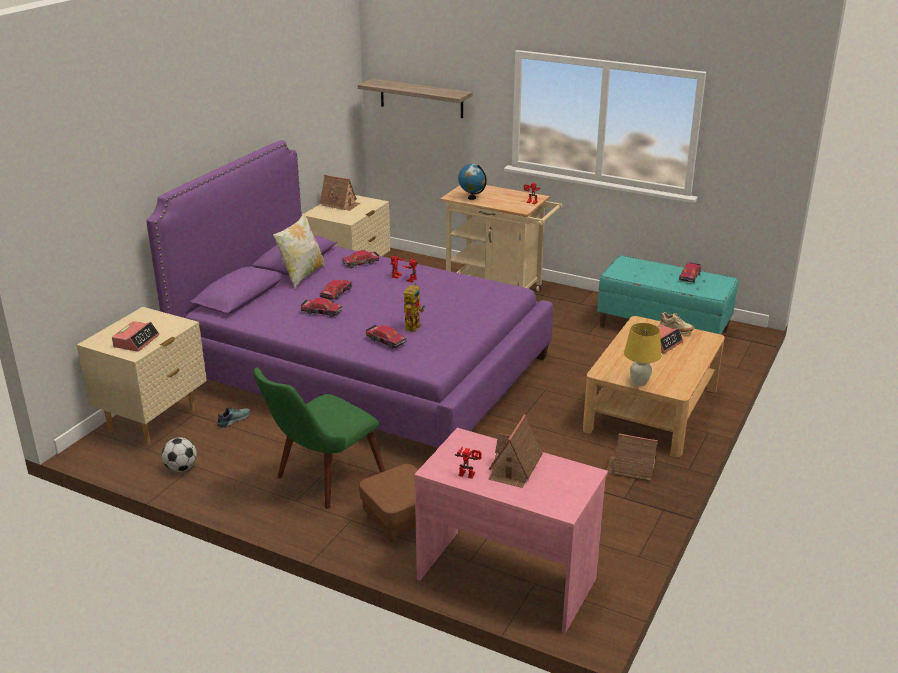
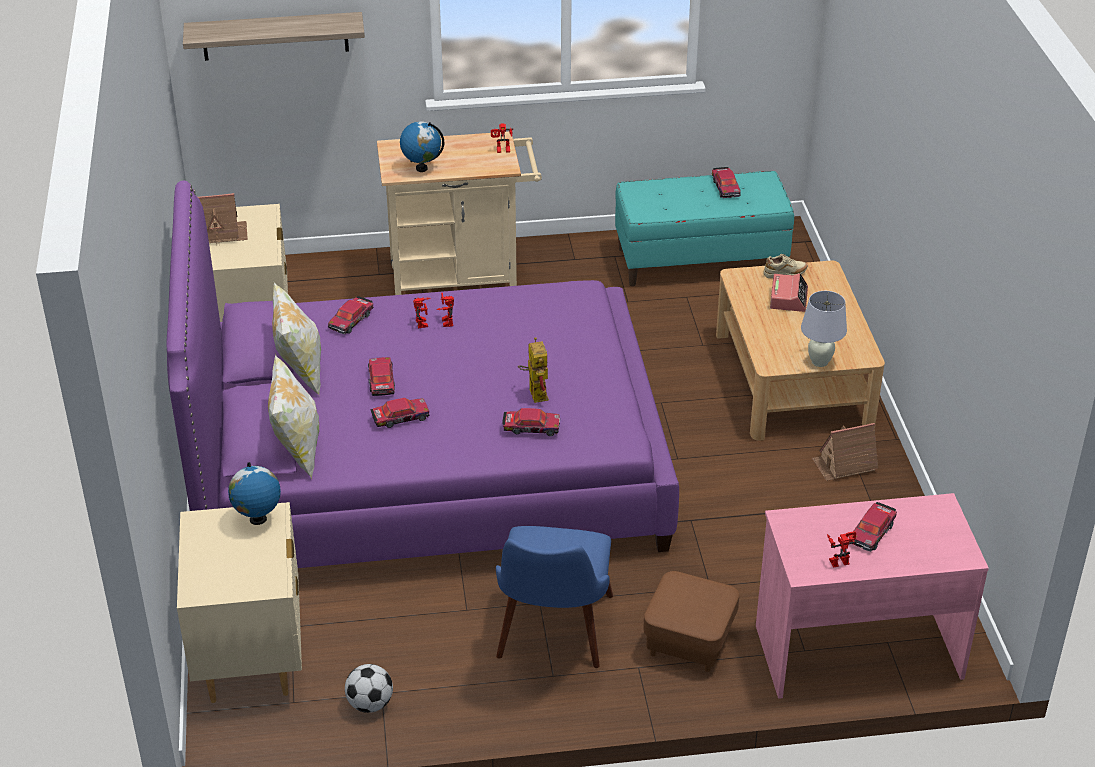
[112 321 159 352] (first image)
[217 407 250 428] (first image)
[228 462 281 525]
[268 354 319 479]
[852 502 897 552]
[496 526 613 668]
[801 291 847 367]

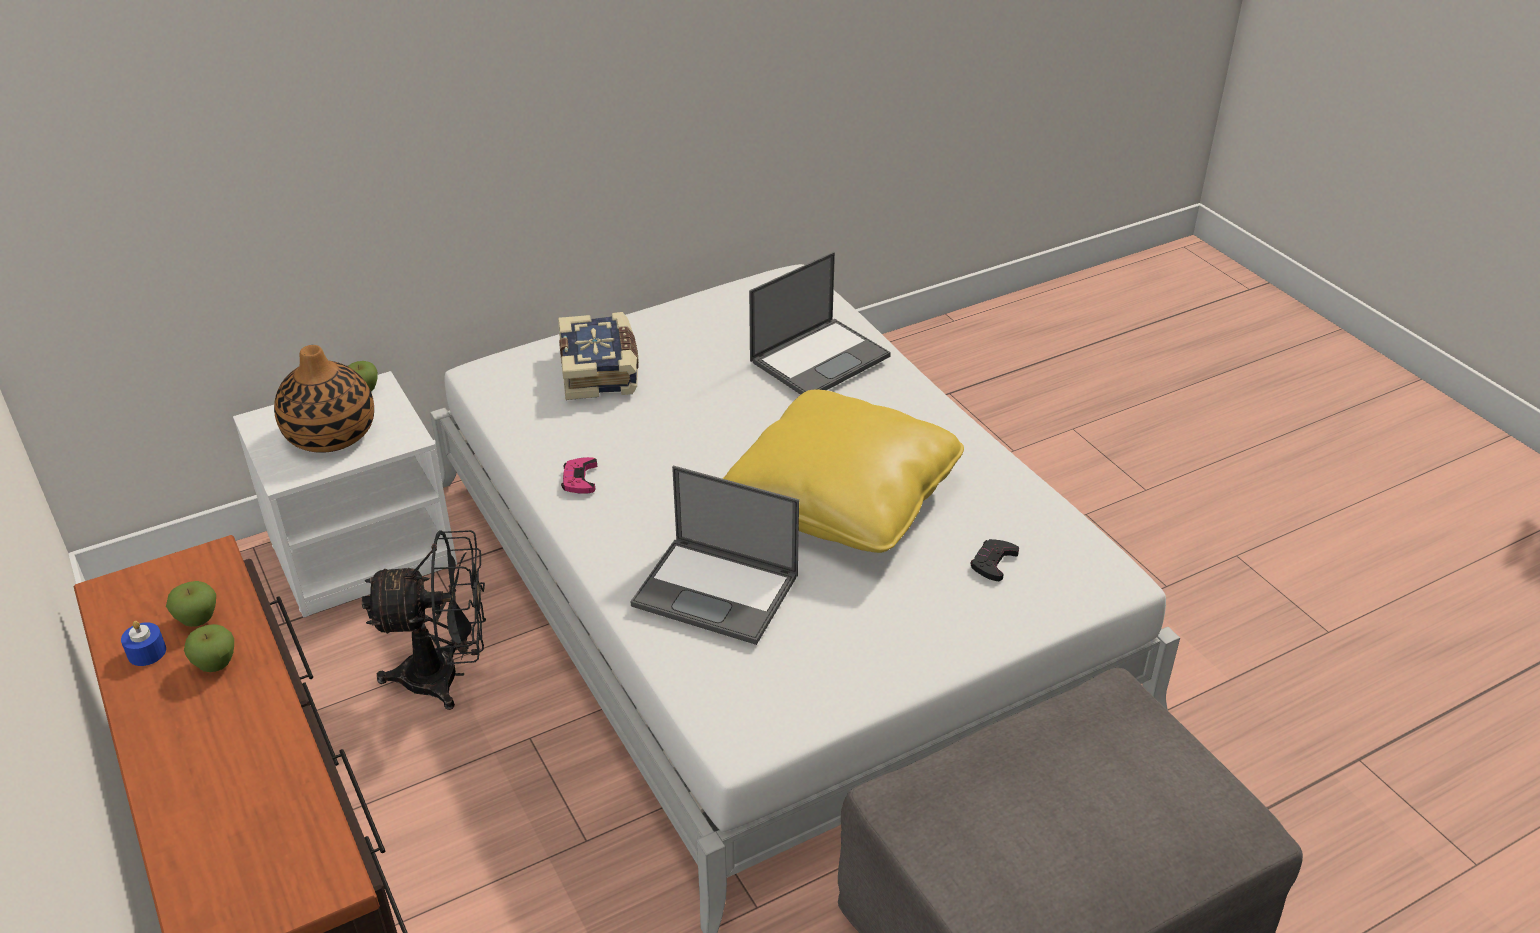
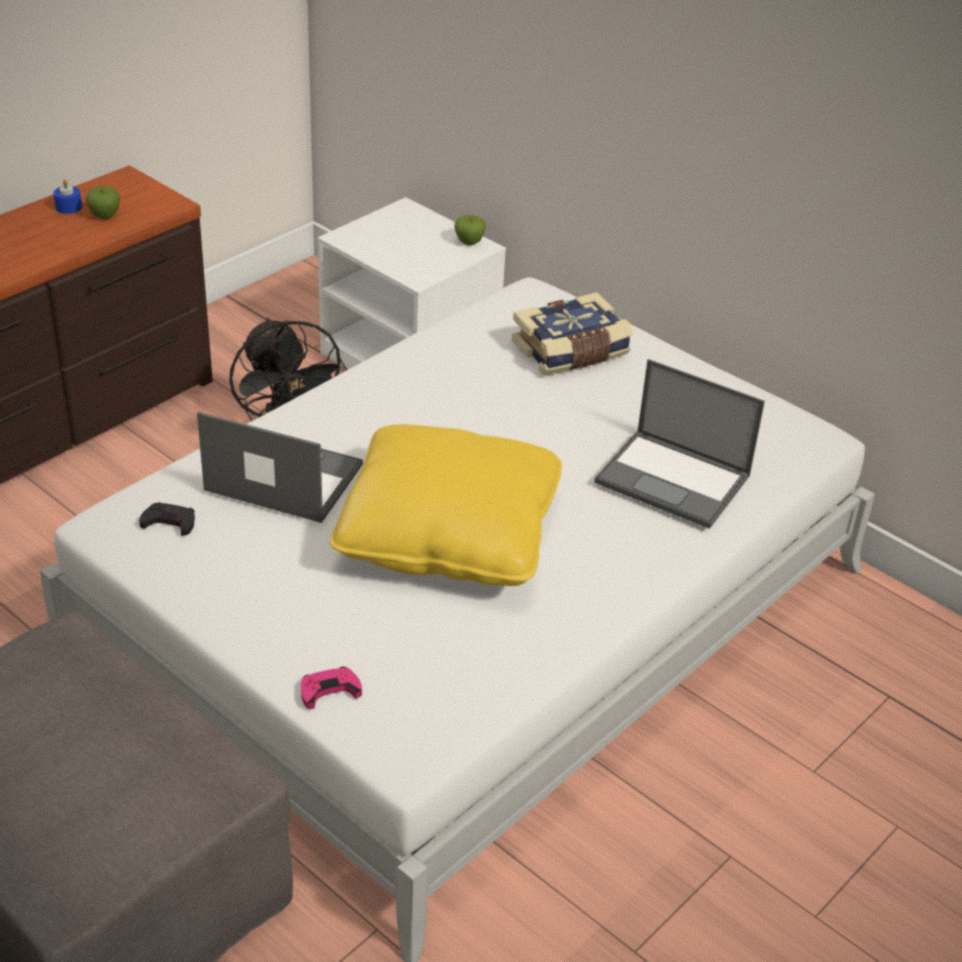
[184 624 234 672] (first image)
[274 345 374 453] (first image)
[301 667 362 709]
[139 502 195 536]
[197 412 363 523]

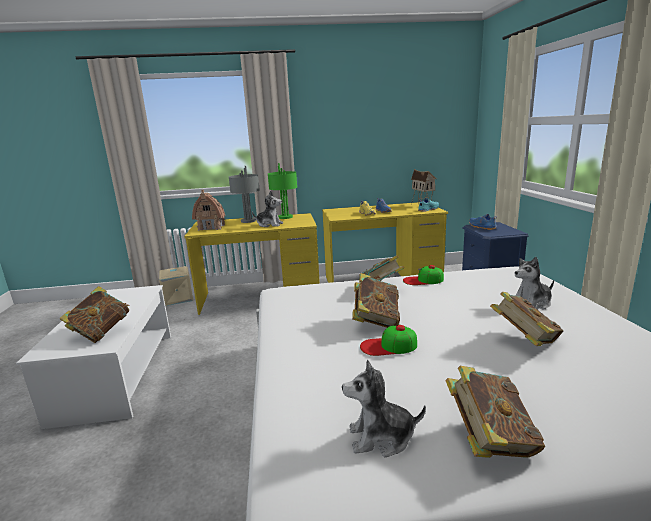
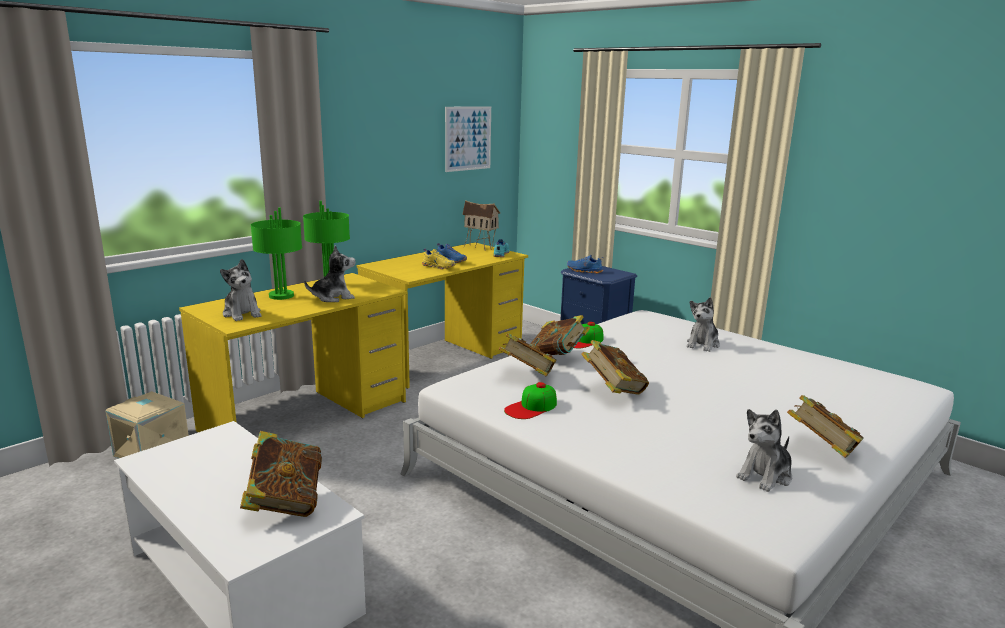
[445 106 491 172]
[504 382 557 419]
[499 333 556 376]
[220 259 262 321]
[251 208 302 300]

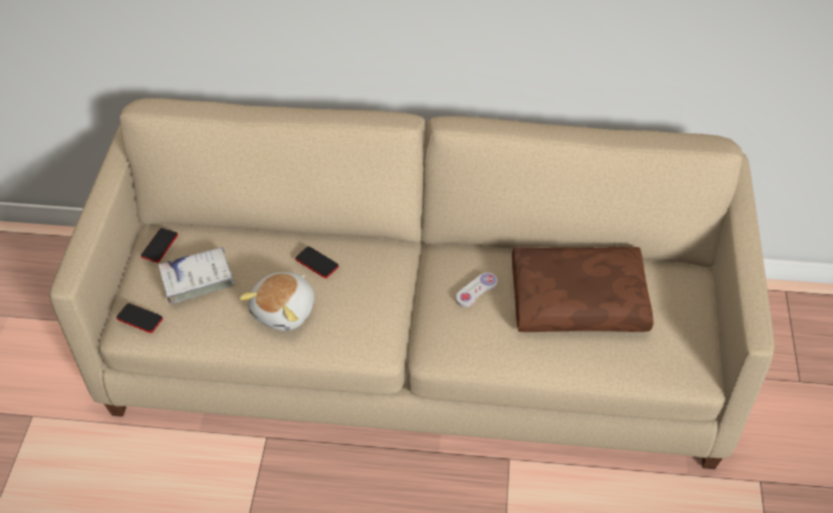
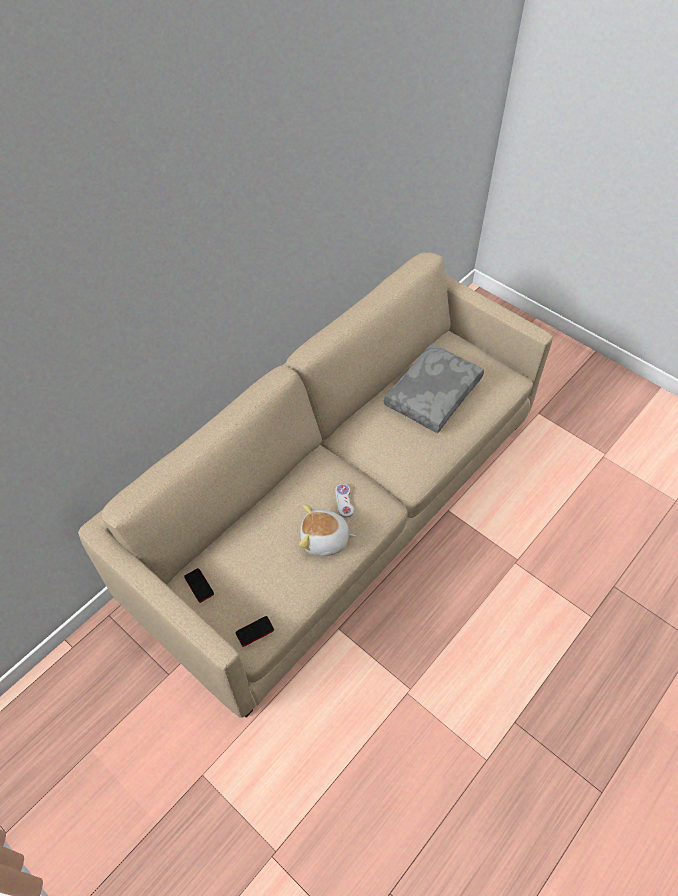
[158 247 235 304] (first image)
[295 246 339 278] (first image)
[335 484 354 518]
[384 343 484 433]
[299 505 356 556]

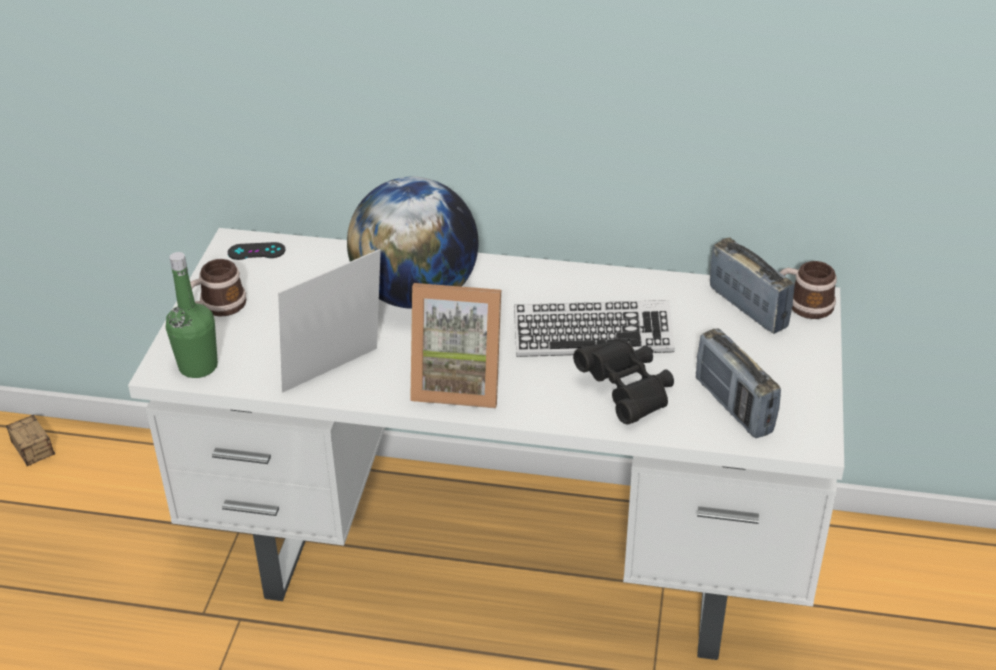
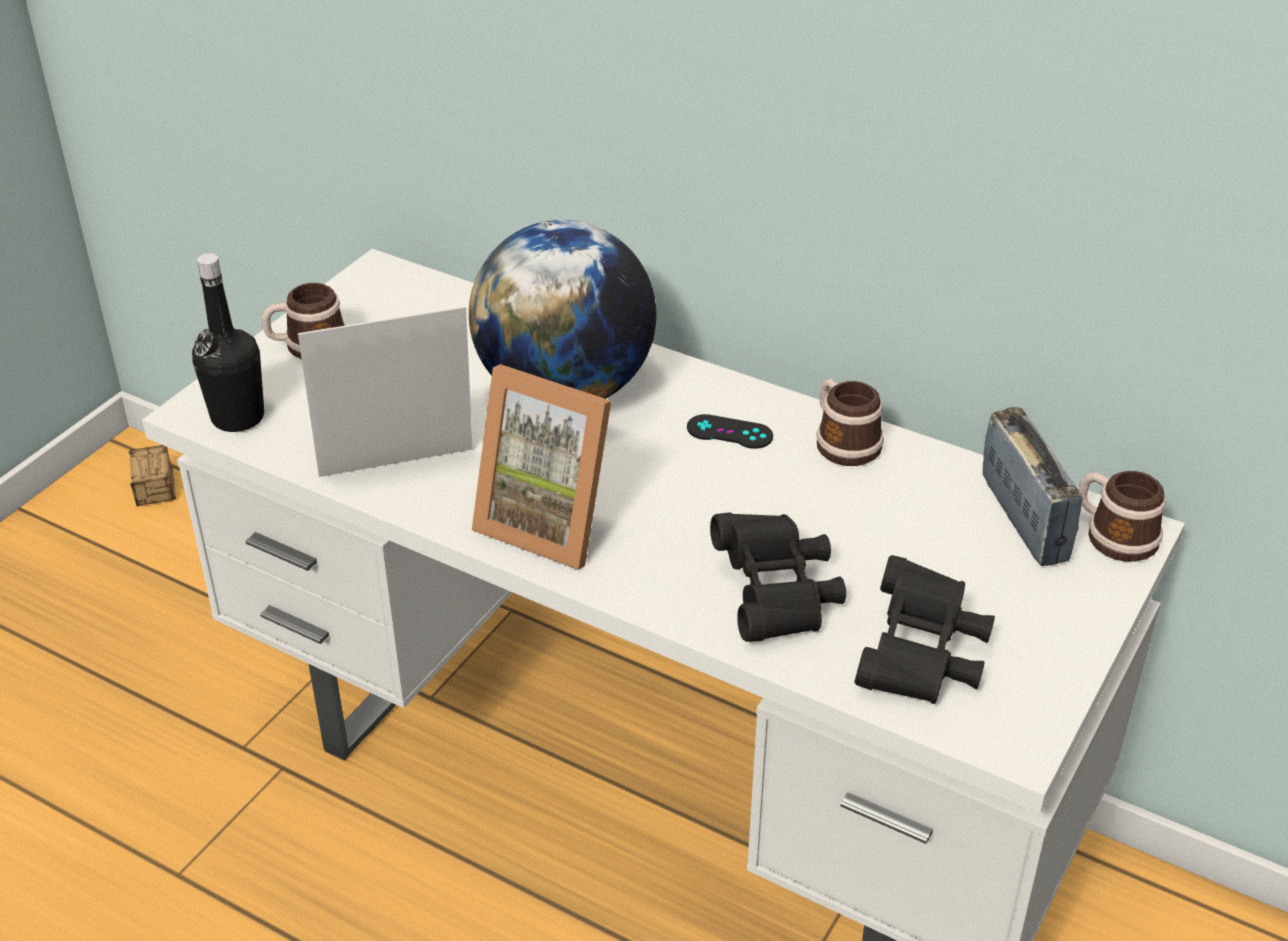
[514 300 675 357] (first image)
[816 379 884 466]
[687 414 773 449]
[855 555 995 704]
[192 253 264 432]

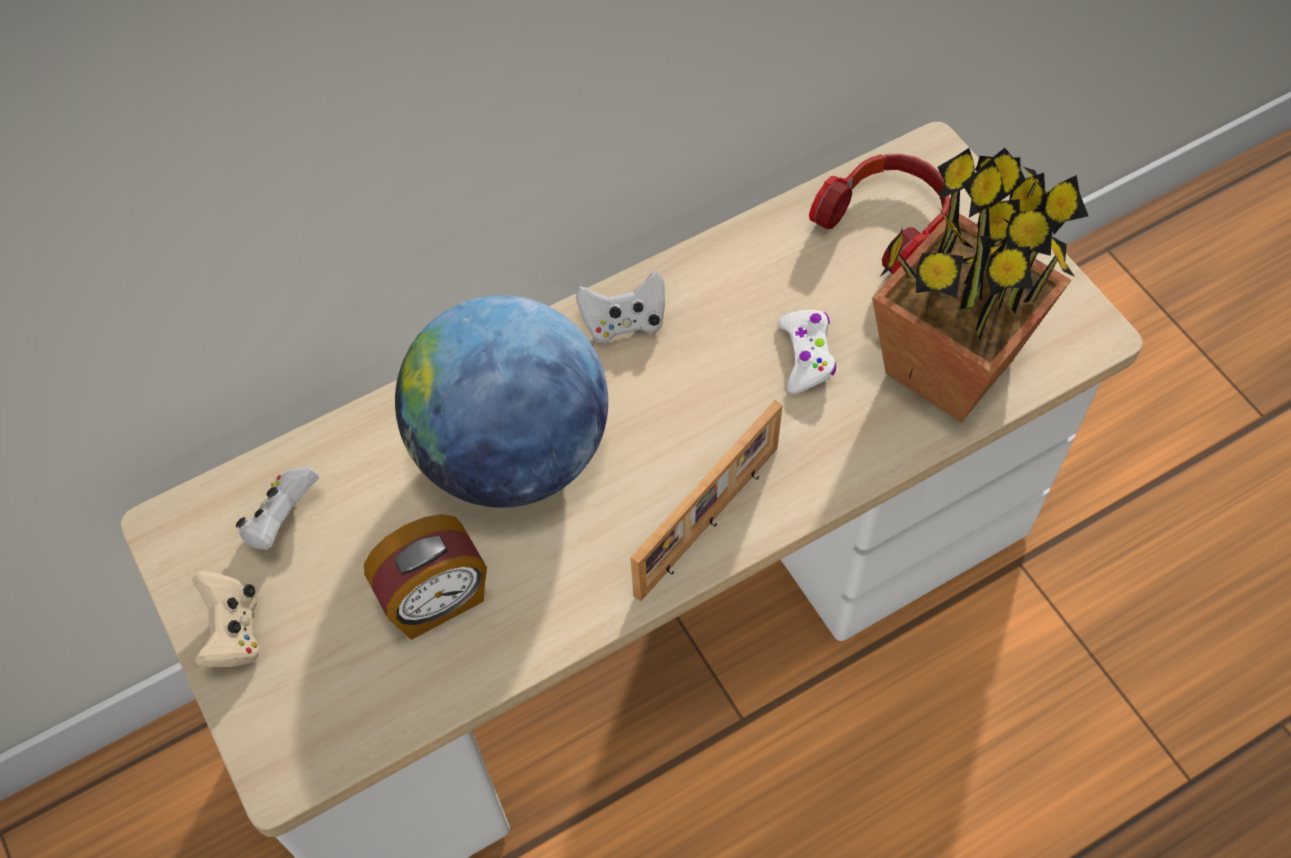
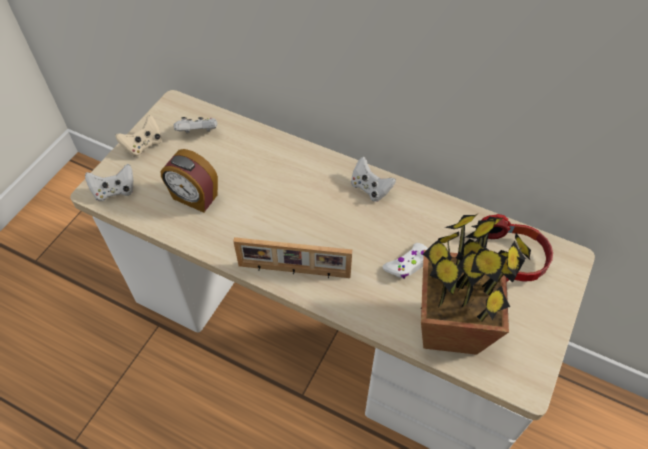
[395 295 608 508] (first image)
[85 164 133 201]

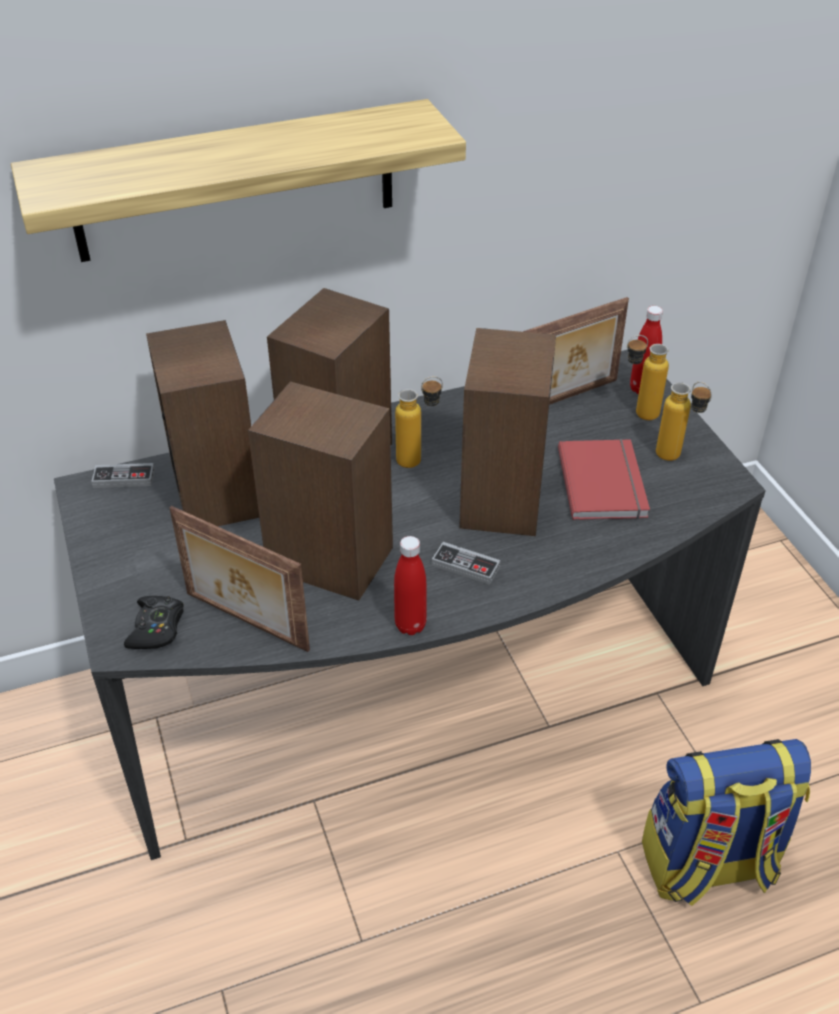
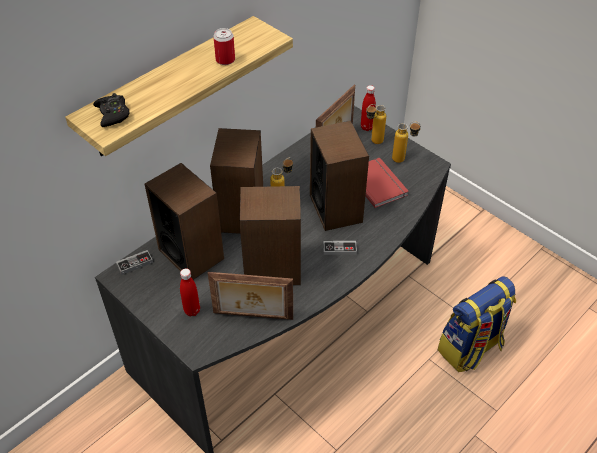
[213 28 235 65]
[93 93 129 127]
[180 269 200 316]

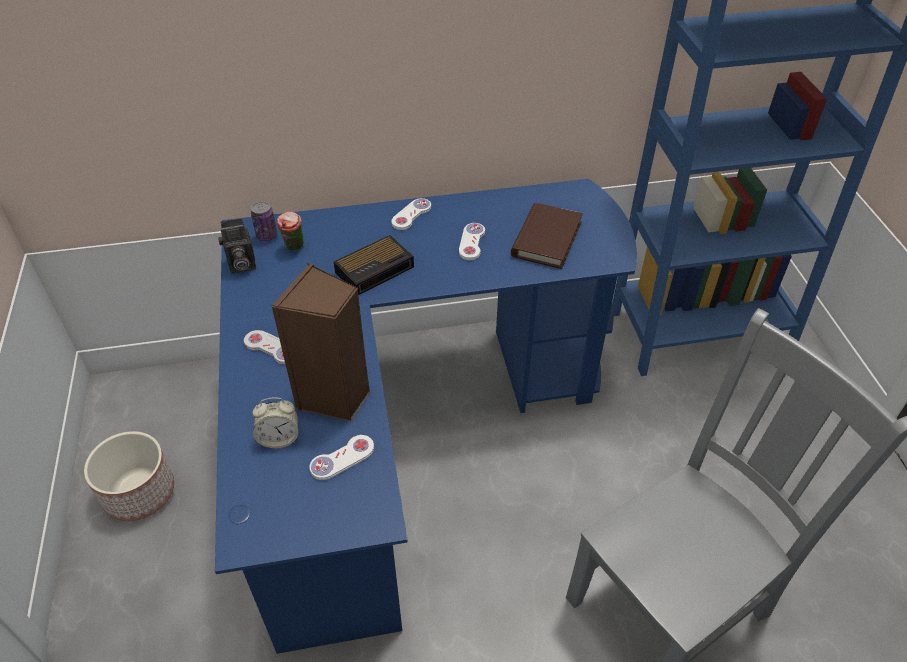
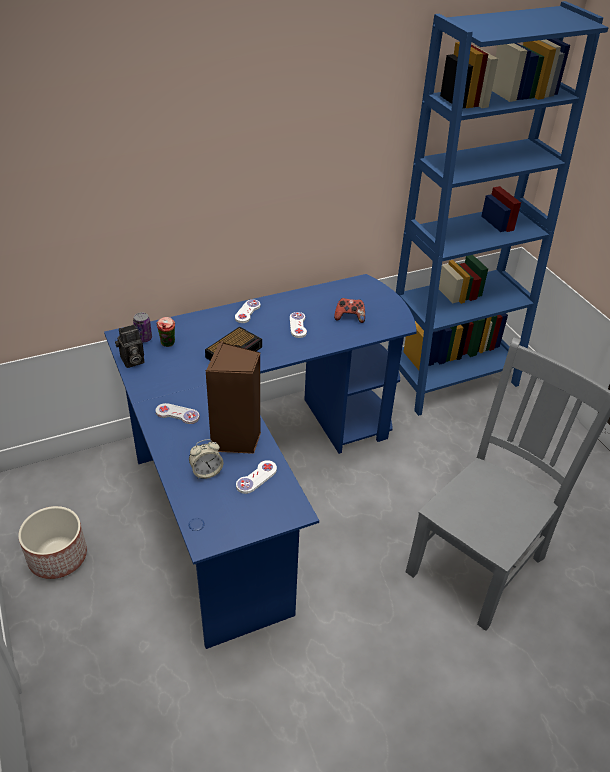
[334 298 365 323]

